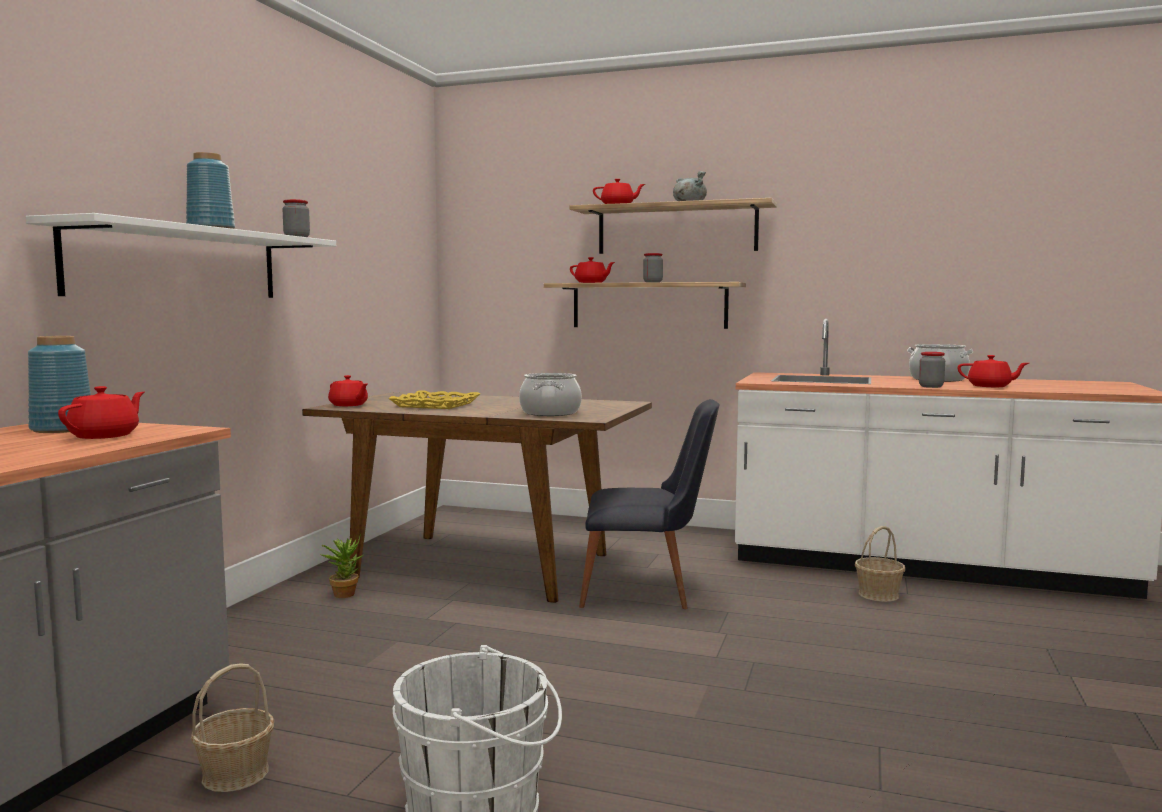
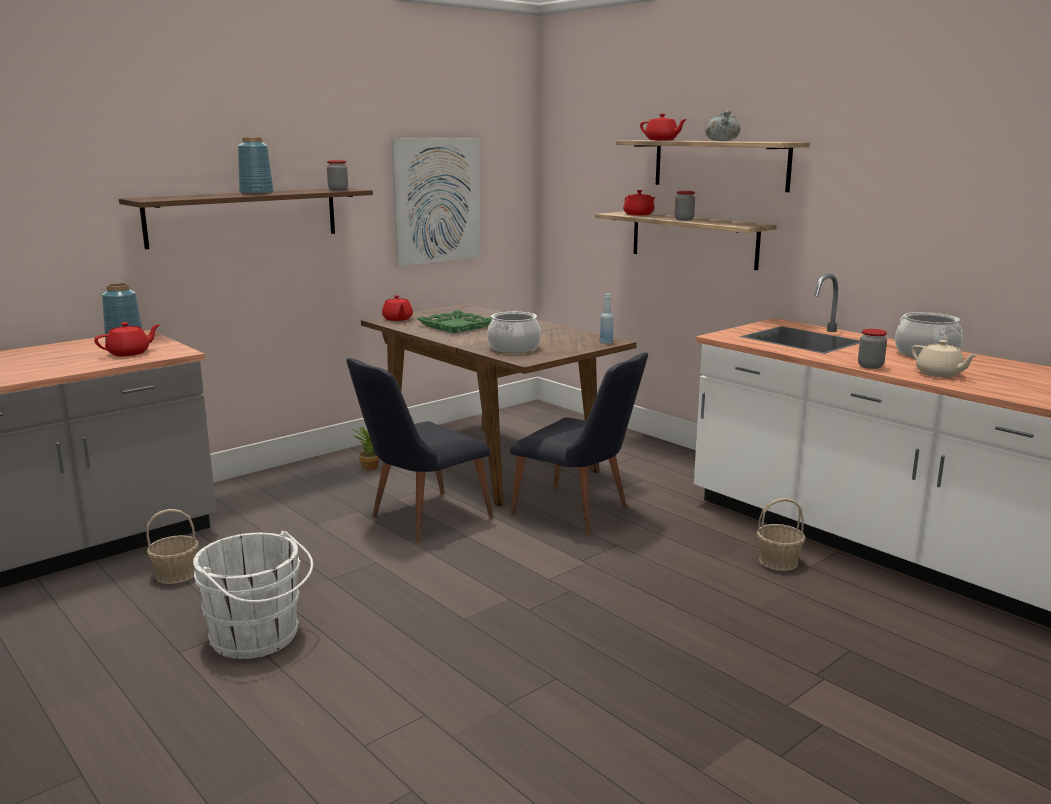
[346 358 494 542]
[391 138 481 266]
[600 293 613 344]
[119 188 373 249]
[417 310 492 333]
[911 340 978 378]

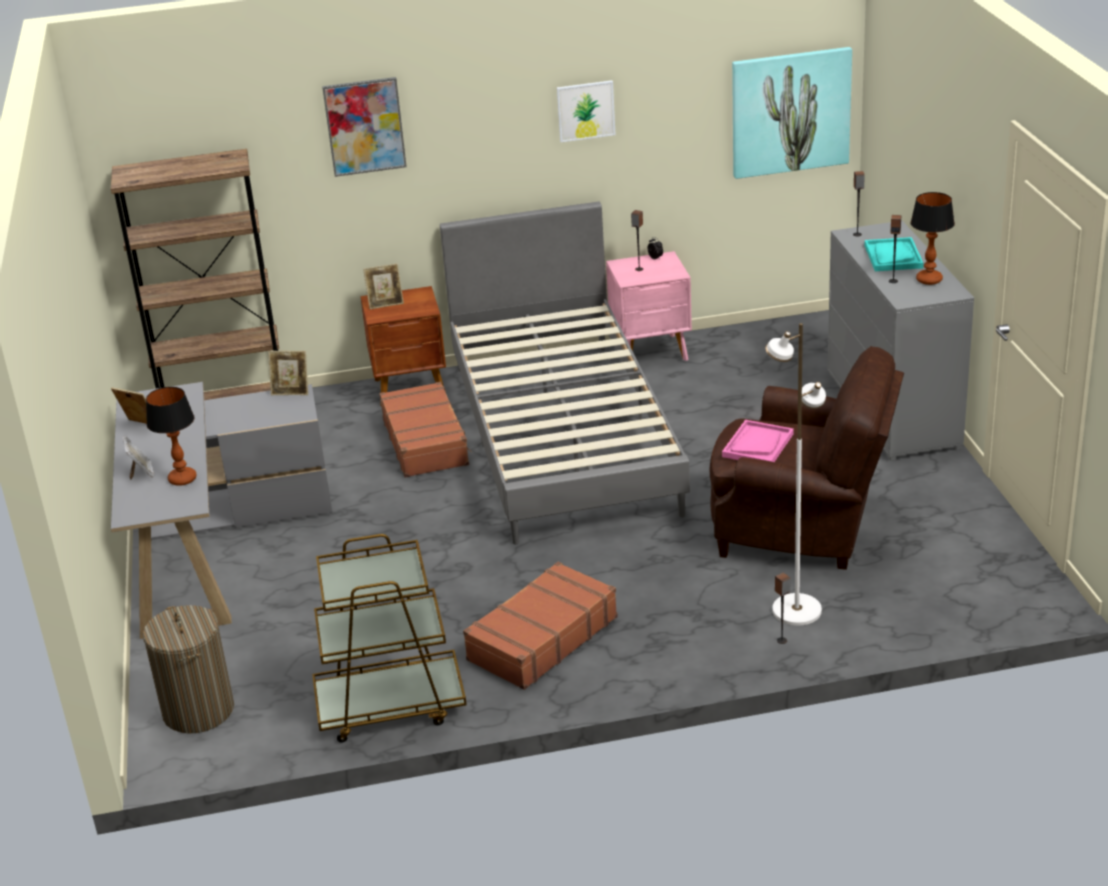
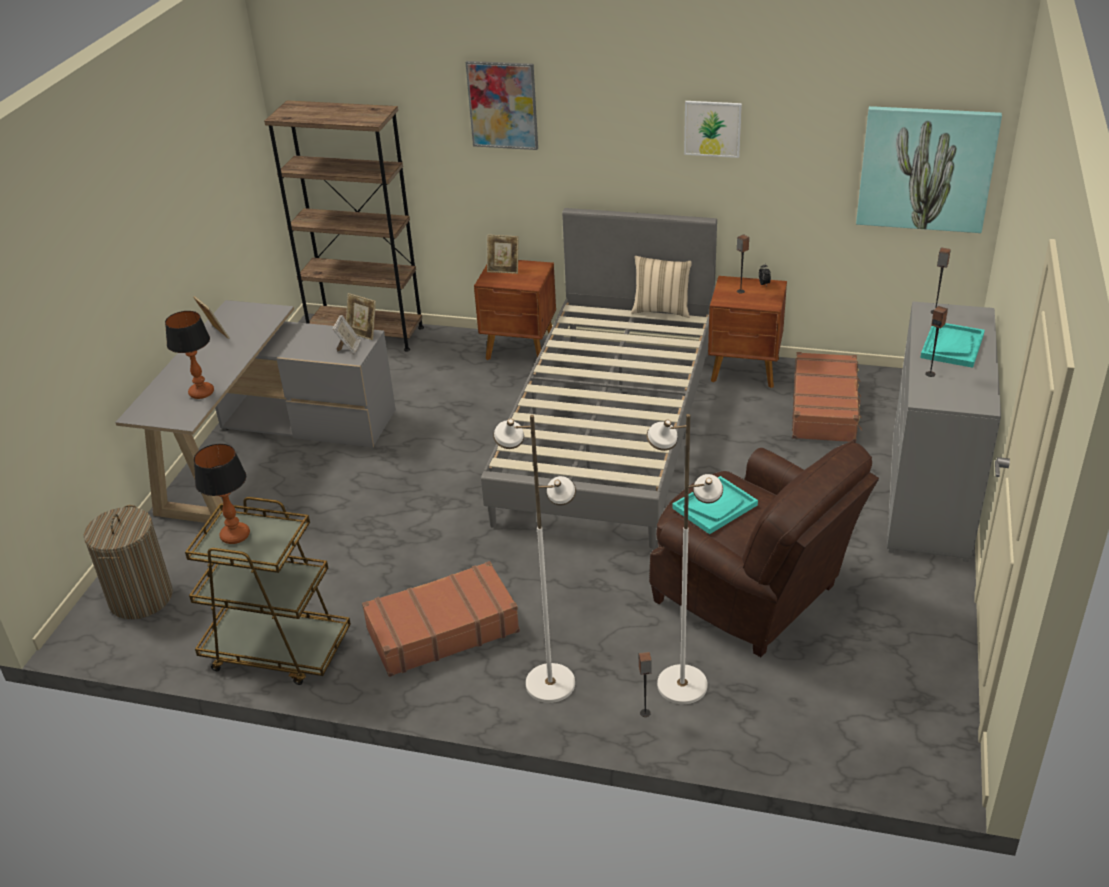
[493 415 576 703]
[631 256 692 318]
[333 315 361 355]
[792 352 862 442]
[194 444 250 544]
[708 276 787 388]
[672 476 758 534]

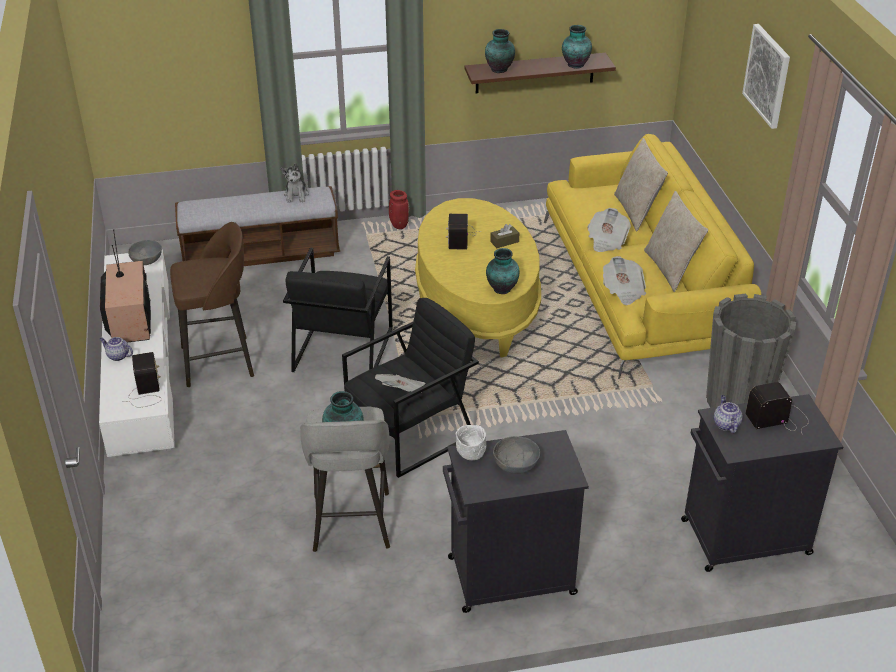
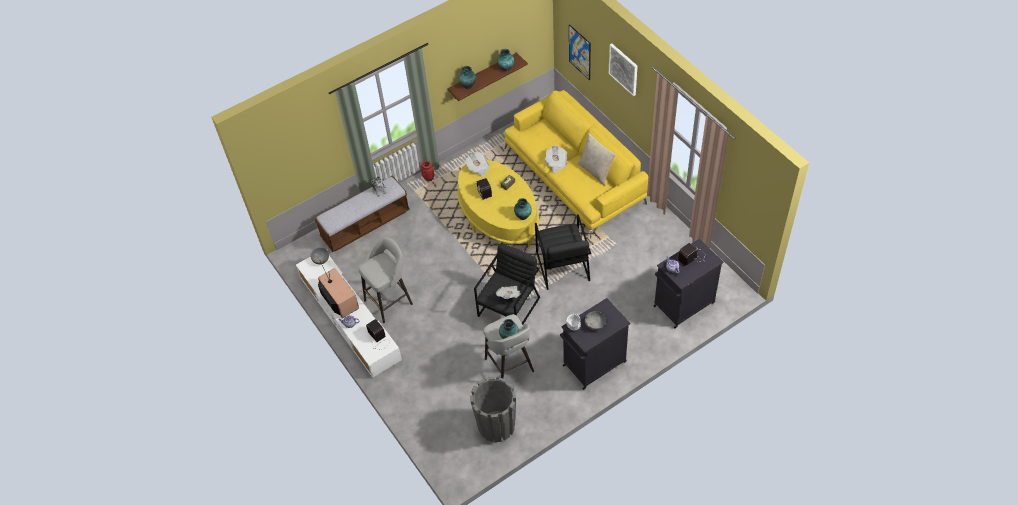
[614 138 668 231] (first image)
[569 24 591 80]
[535 214 591 290]
[466 152 490 177]
[470 377 516 442]
[358 237 413 323]

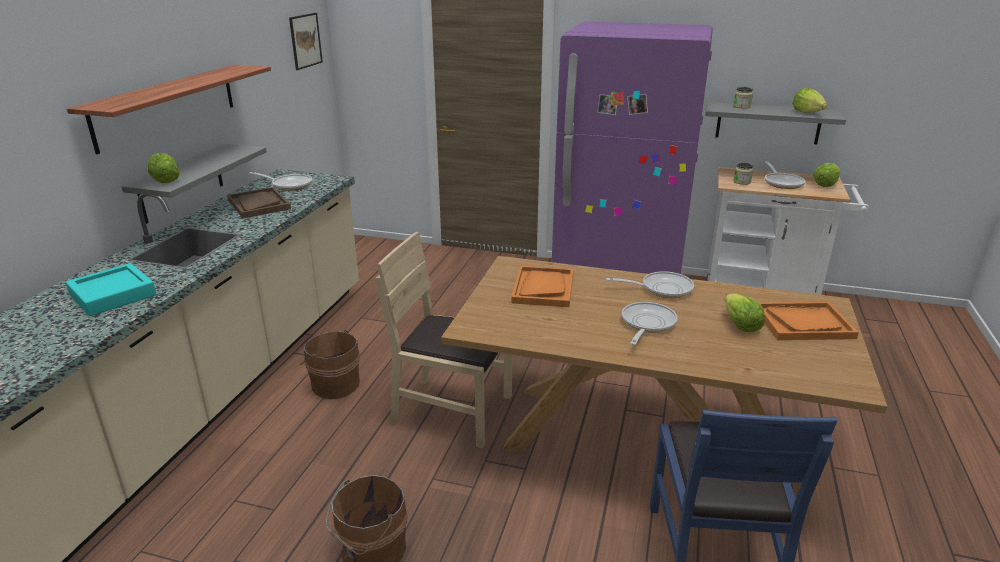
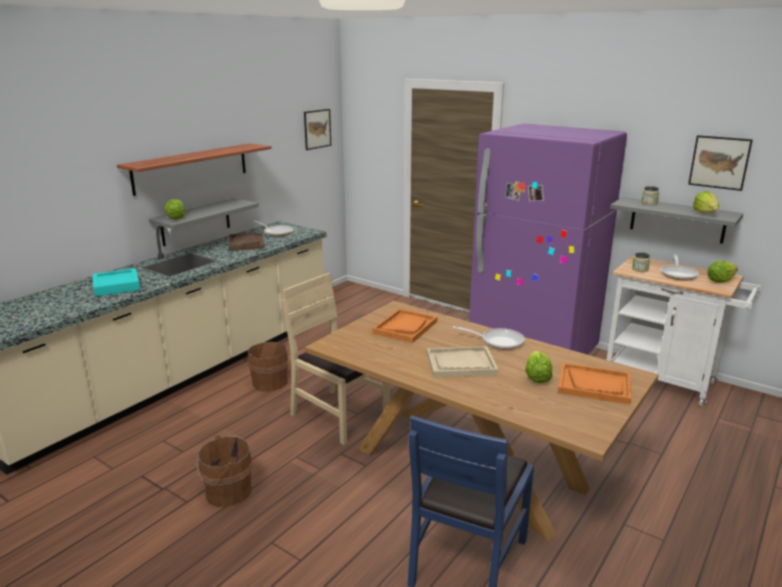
[688 135 753 191]
[427 346 498 378]

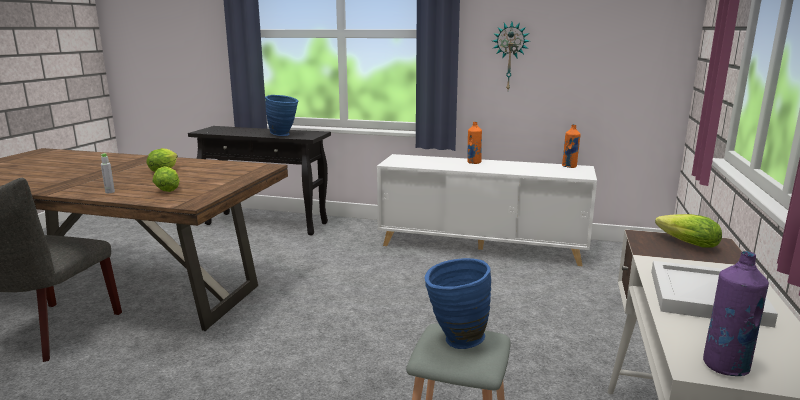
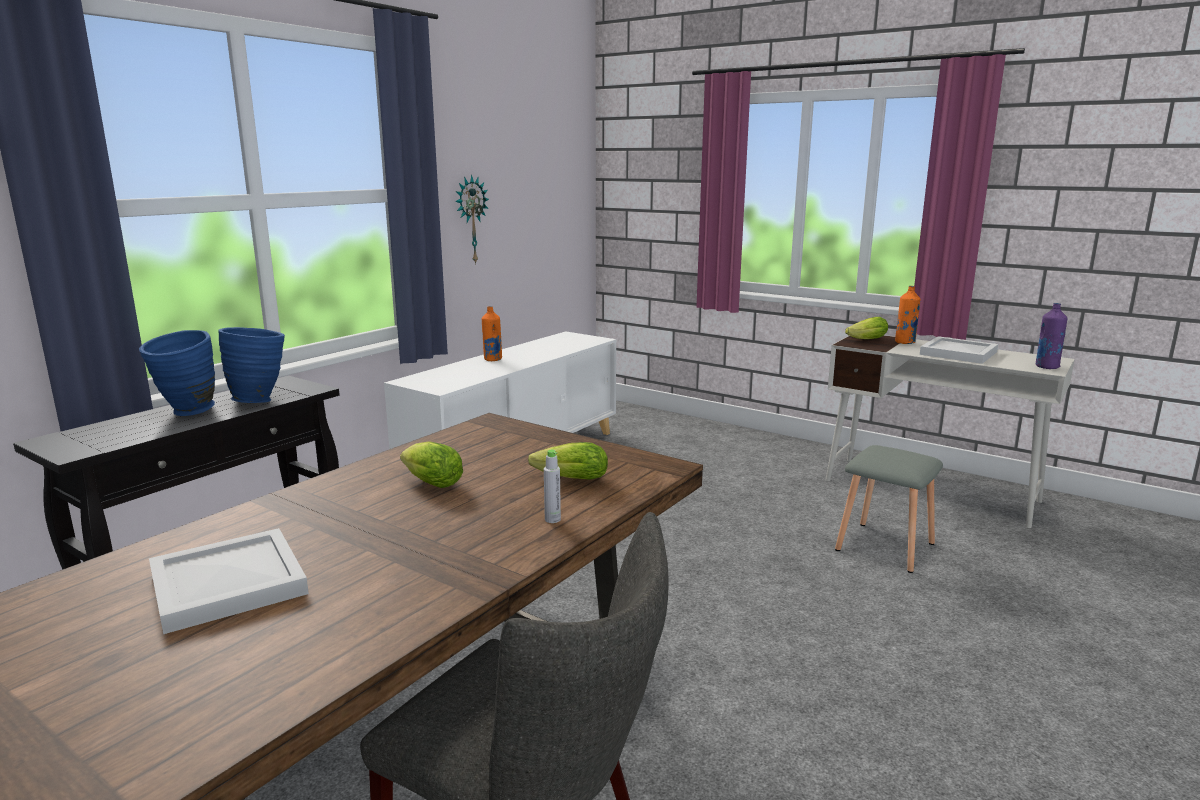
[149 528 309 634]
[139 330 215 416]
[895 286 921 344]

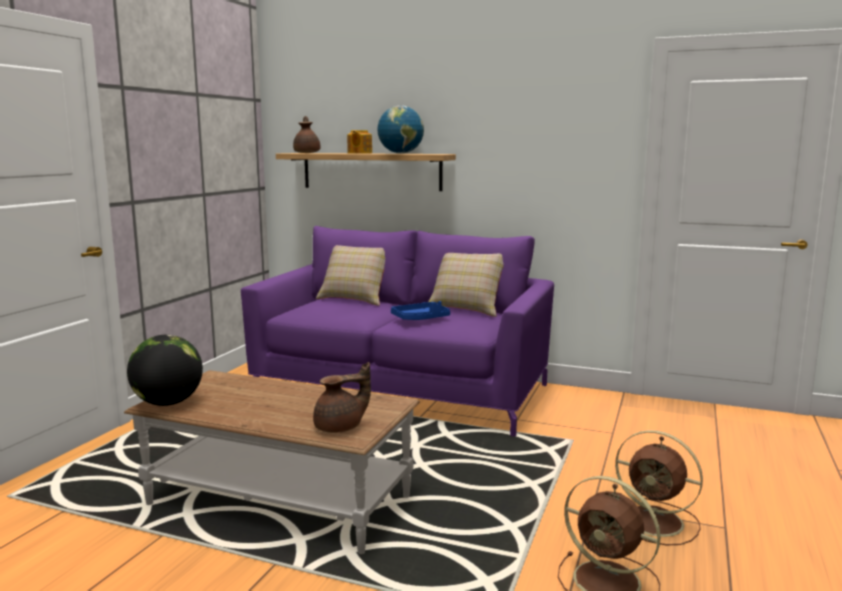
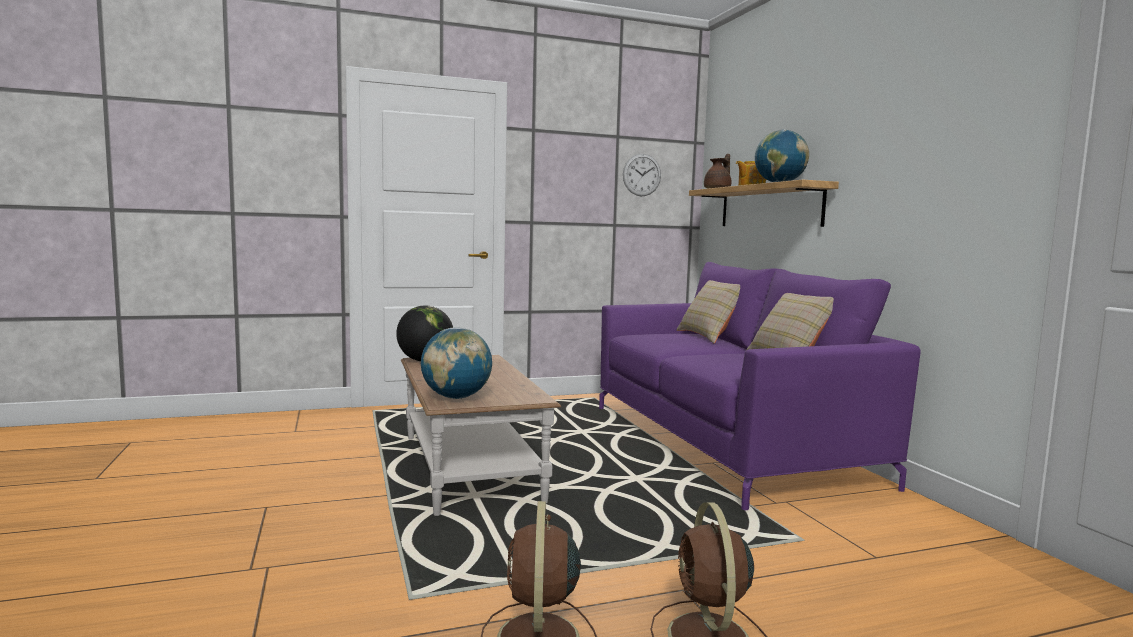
[391 301 450 320] (first image)
[623 154 661 196]
[421 328 492 399]

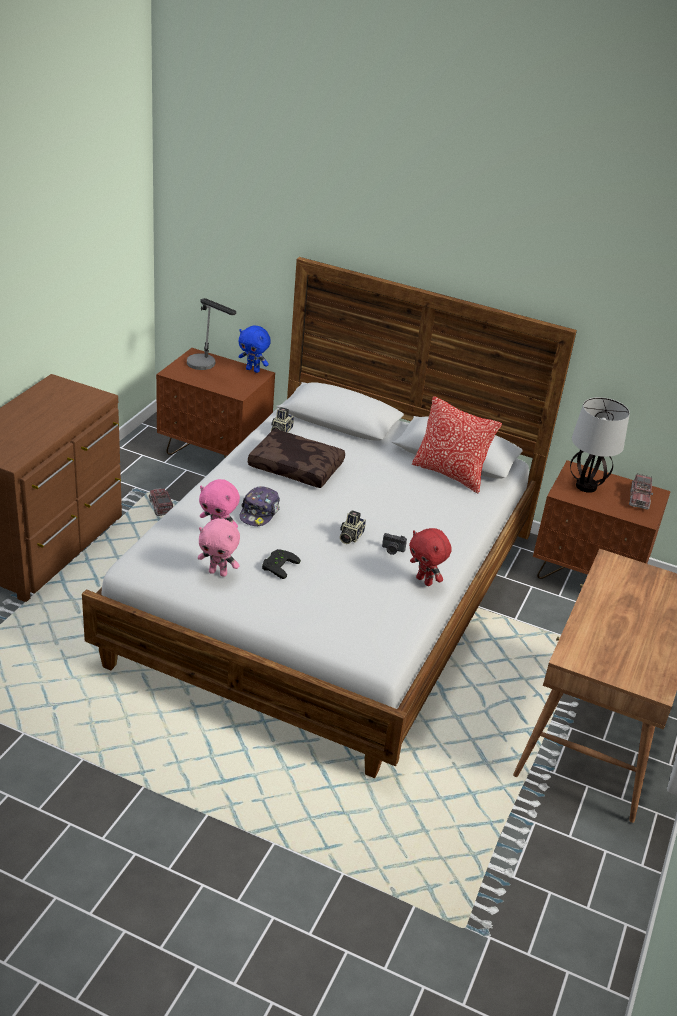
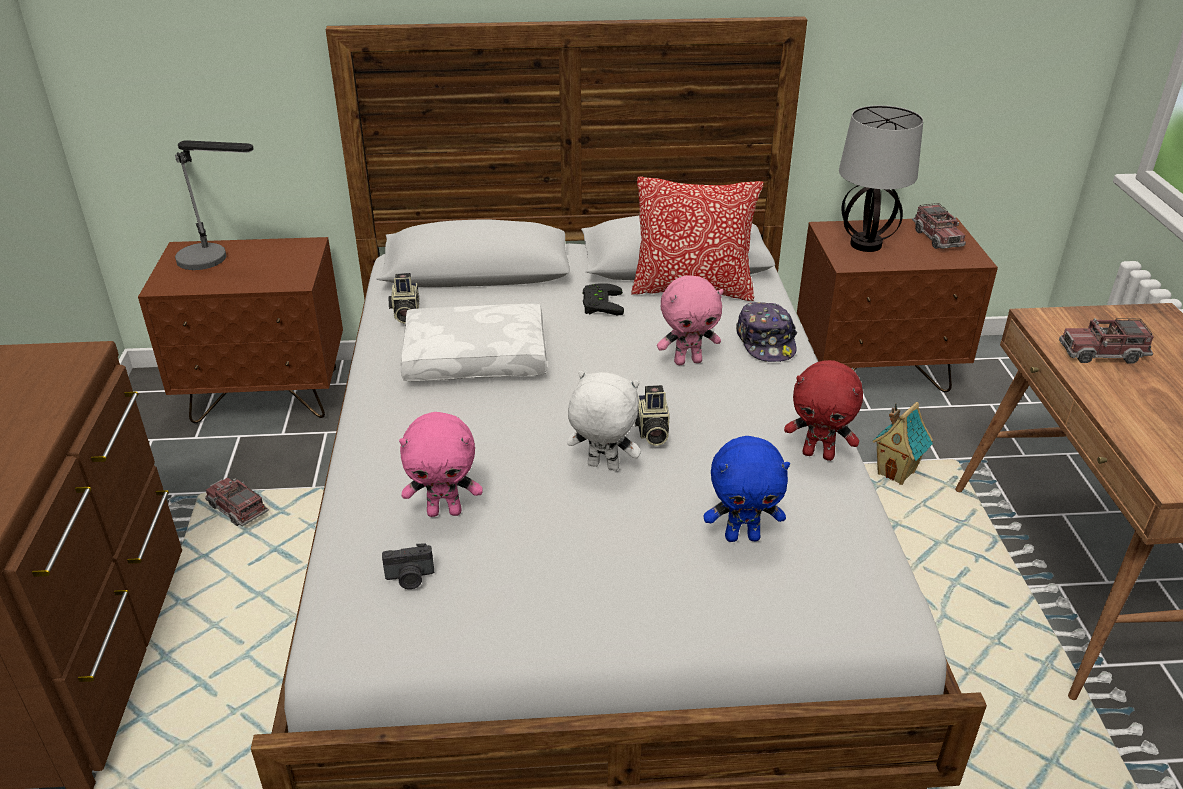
[567 371 641 471]
[872 402 933 485]
[1059 318 1154 364]
[657 275 724 365]
[704 436 790 542]
[736 302 797 362]
[583 283 624 316]
[382 543 434 589]
[401 304 547 381]

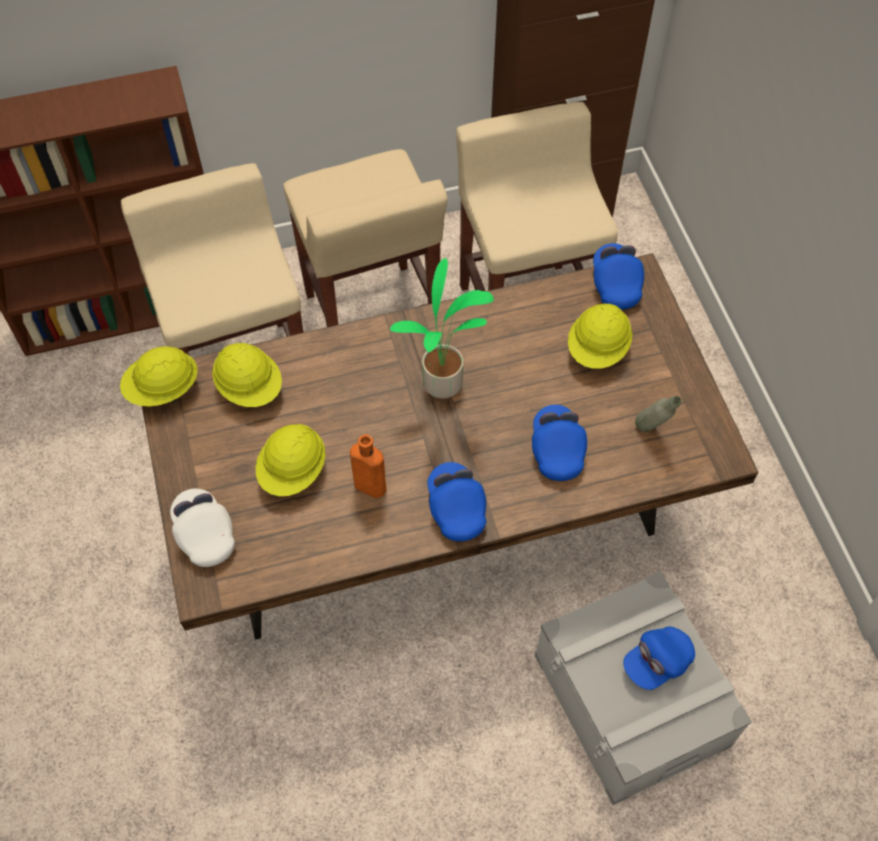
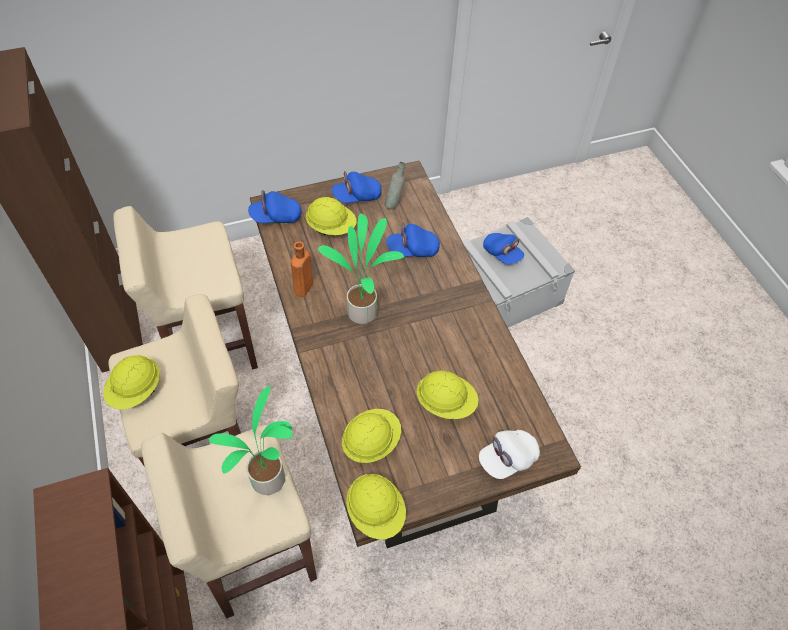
[103 355 160 409]
[209 386 293 495]
[291 242 313 297]
[332 171 382 203]

